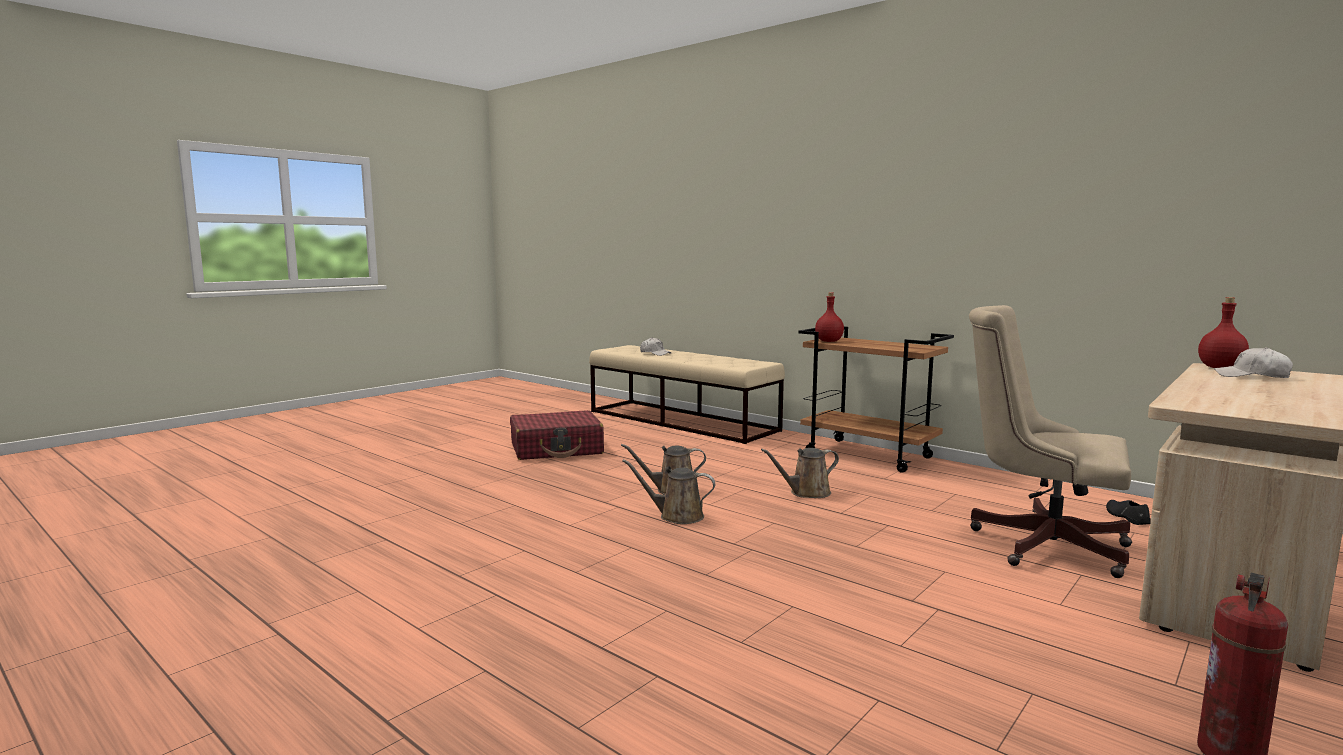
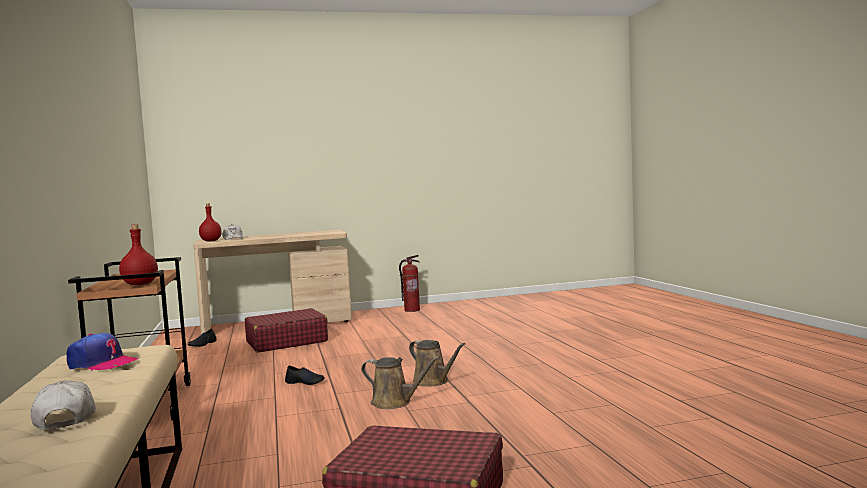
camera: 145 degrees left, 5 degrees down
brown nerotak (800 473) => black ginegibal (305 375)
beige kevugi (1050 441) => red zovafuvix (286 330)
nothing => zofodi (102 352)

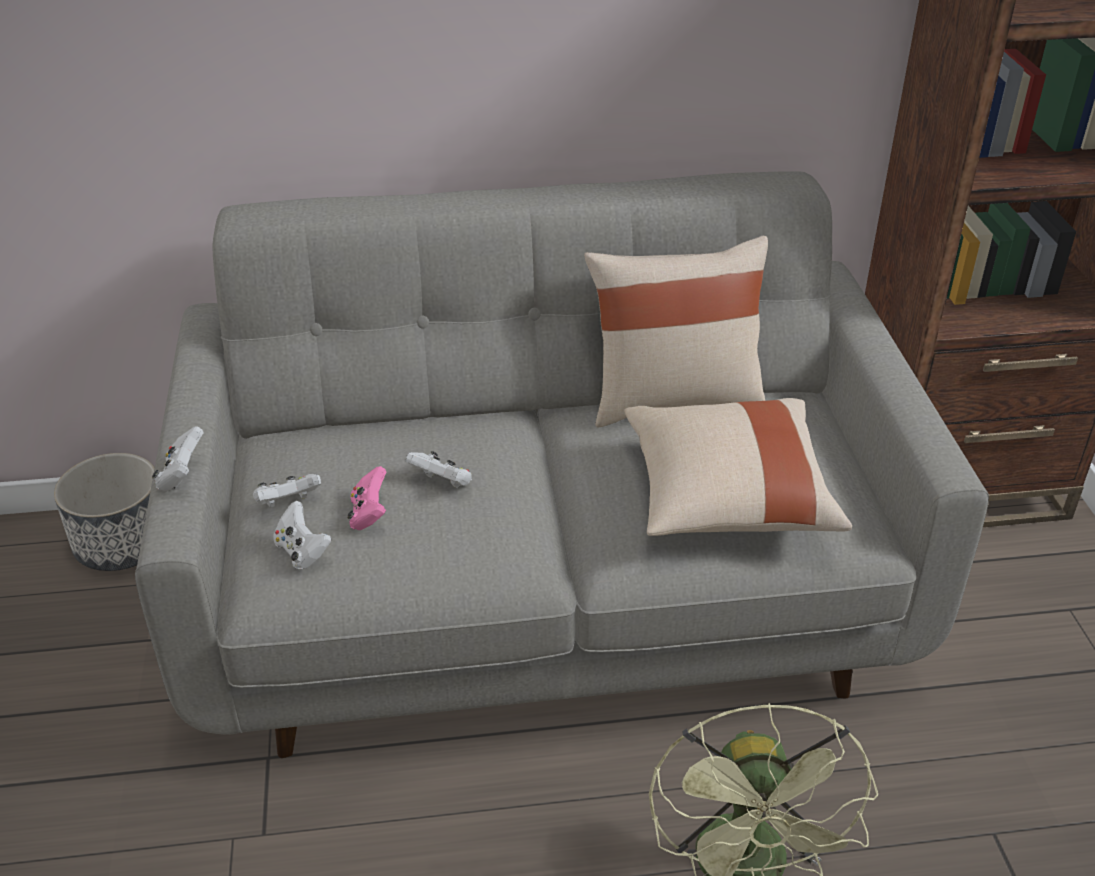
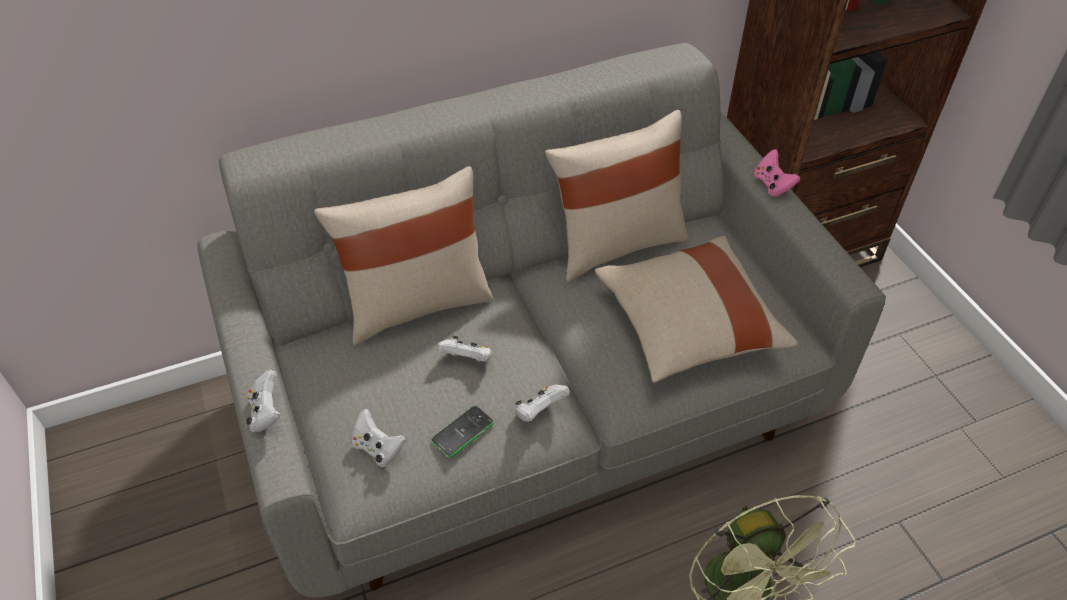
camera: 15 degrees left, 10 degrees up
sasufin (104 512) => nothing
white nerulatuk (287 491) => white nerulatuk (542 403), moved
pink nerulatuk (367 498) => pink nerulatuk (777 173), moved
nothing => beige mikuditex (404 255)
nothing => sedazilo (462 431)

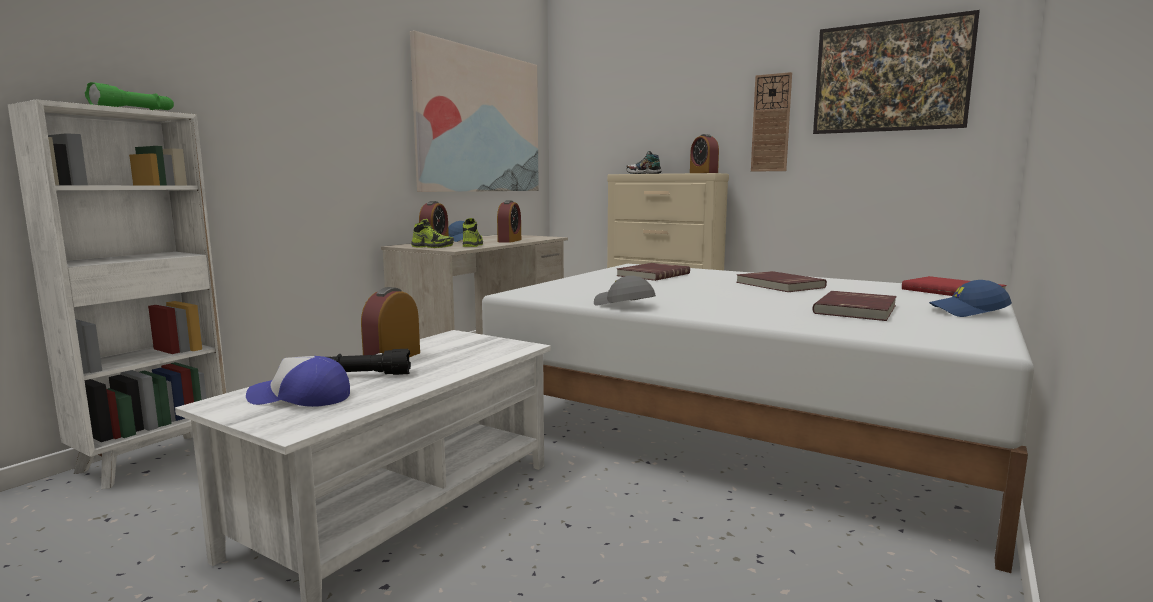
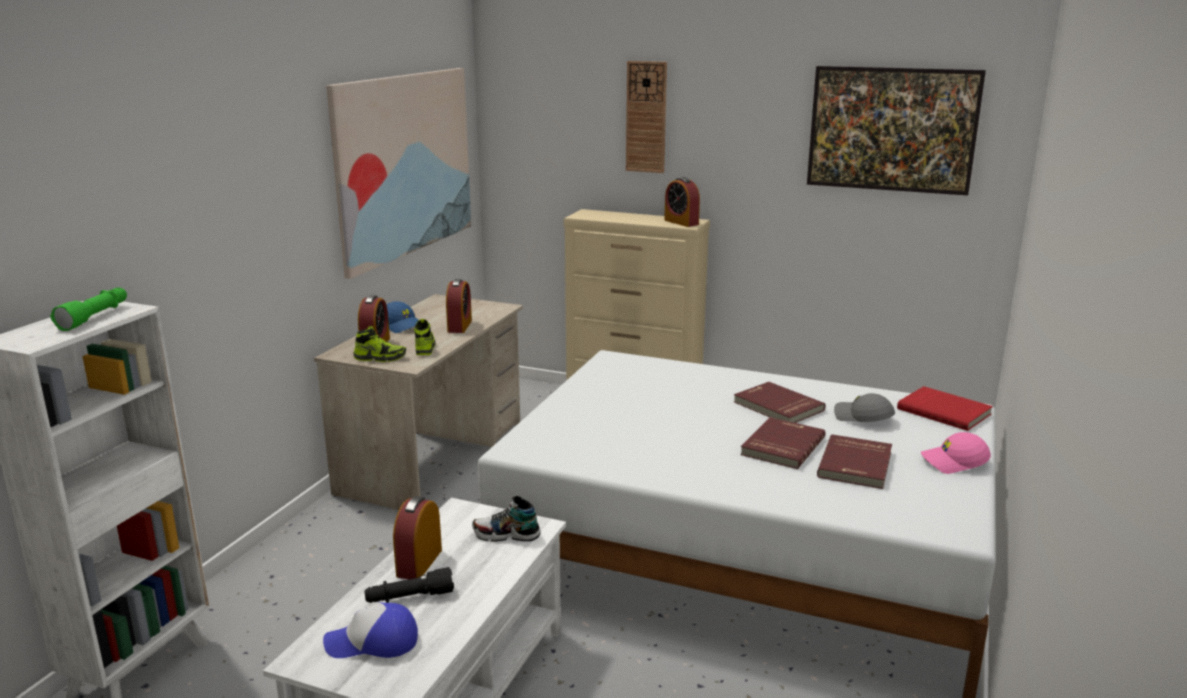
camera: 10 degrees left, 10 degrees up
grey zofodi (625 290) => grey zofodi (864 407), moved
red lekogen (653 272) => red lekogen (783 443), moved
ginegibal (644 162) => ginegibal (506 519), moved
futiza (771 122) => futiza (646 117), moved
blue zofodi (970 298) => pink zofodi (956 453)

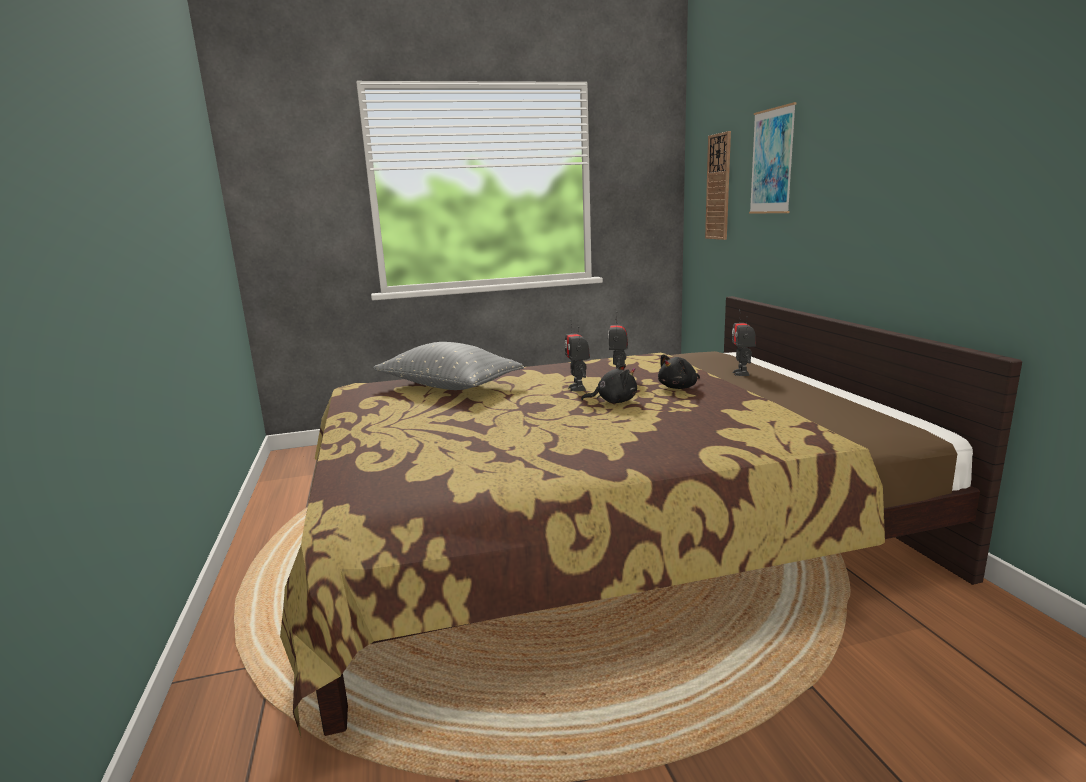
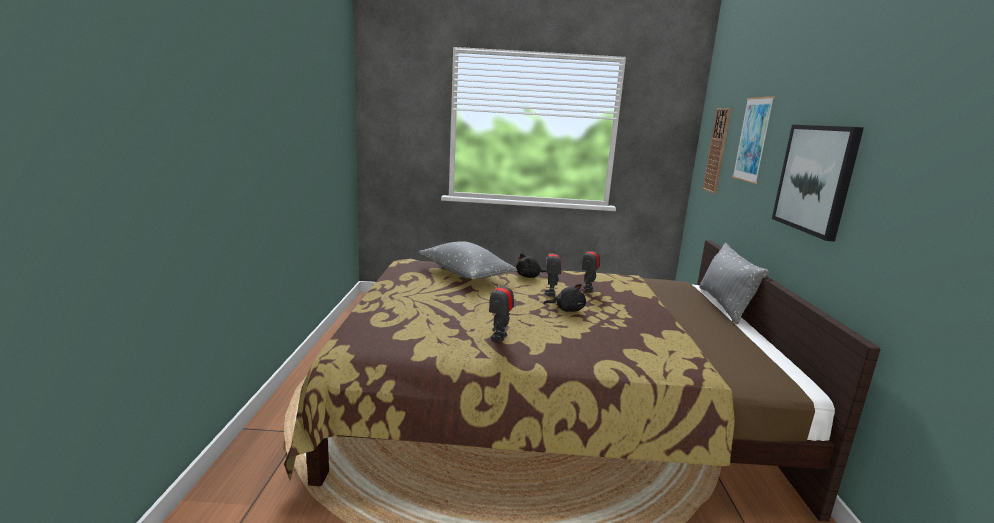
camera: 15 degrees right, 0 degrees up
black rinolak (679 371) => black rinolak (531 265), moved
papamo (744 343) => papamo (501 308), moved
nothing => grey mikuditex (734 283)
nothing => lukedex (818 183)

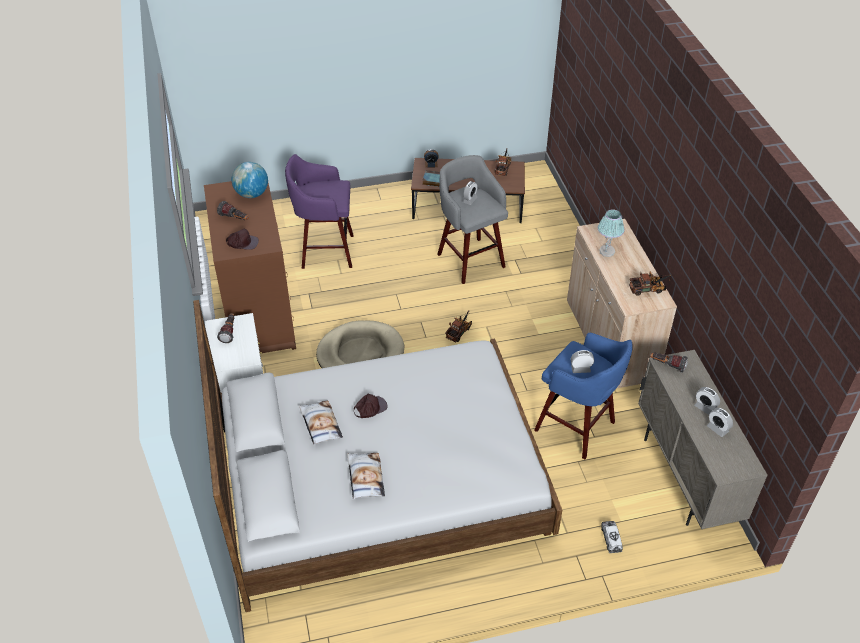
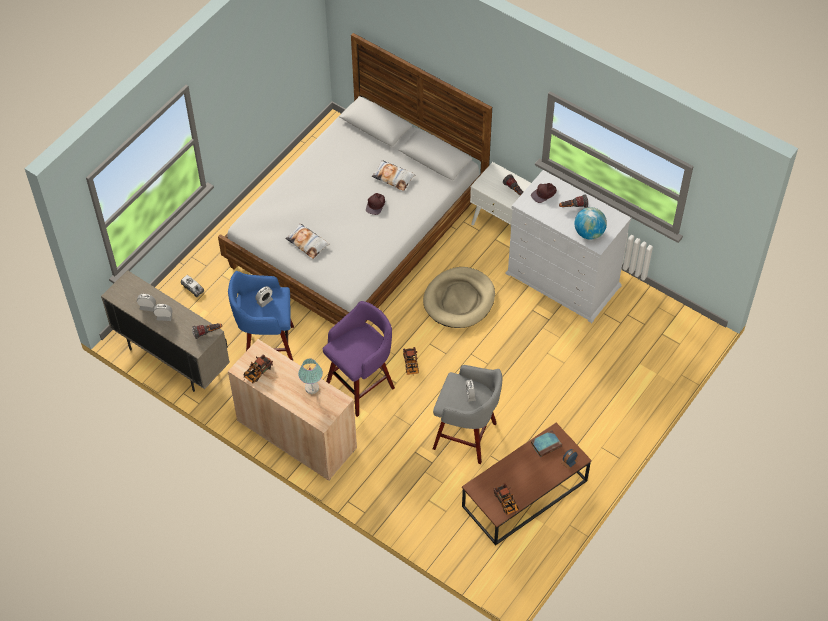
camera: 140 degrees right, 10 degrees up
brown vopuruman (250 267) => white vopuruman (568 246)
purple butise (319 211) => purple butise (359 359), moved
mikuditex (366 476) => mikuditex (307 241), moved

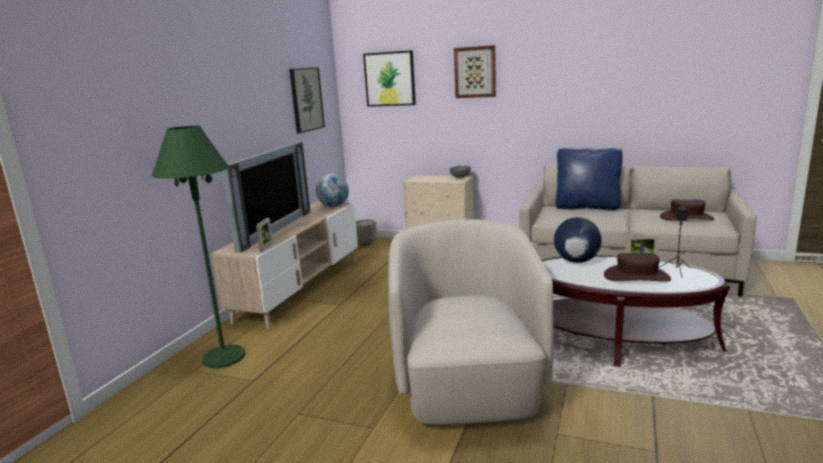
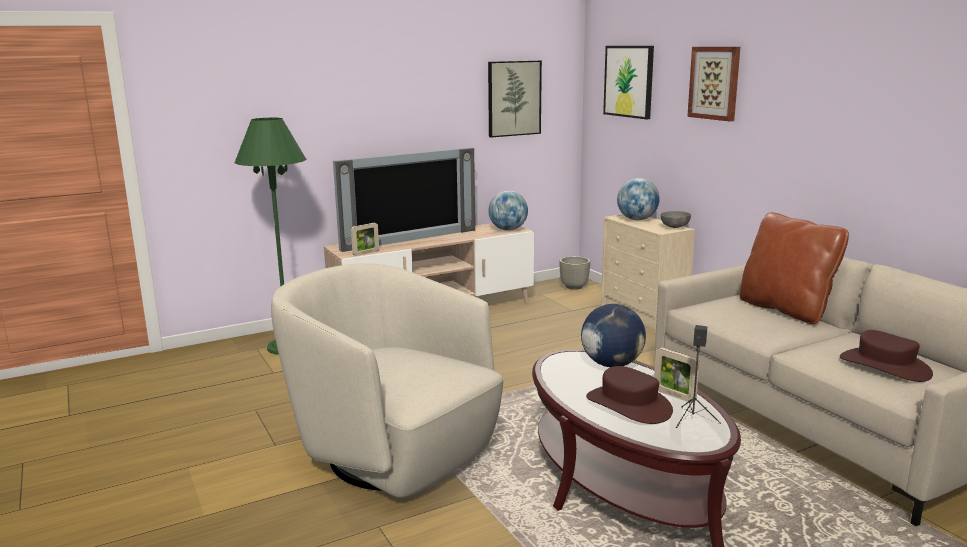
camera: 40 degrees right, 0 degrees up
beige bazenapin (471 322) => beige bazenapin (387 380), 90 degrees counterclockwise
blue mikuditex (589 179) => brown mikuditex (794 268)
nothing => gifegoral (638 199)

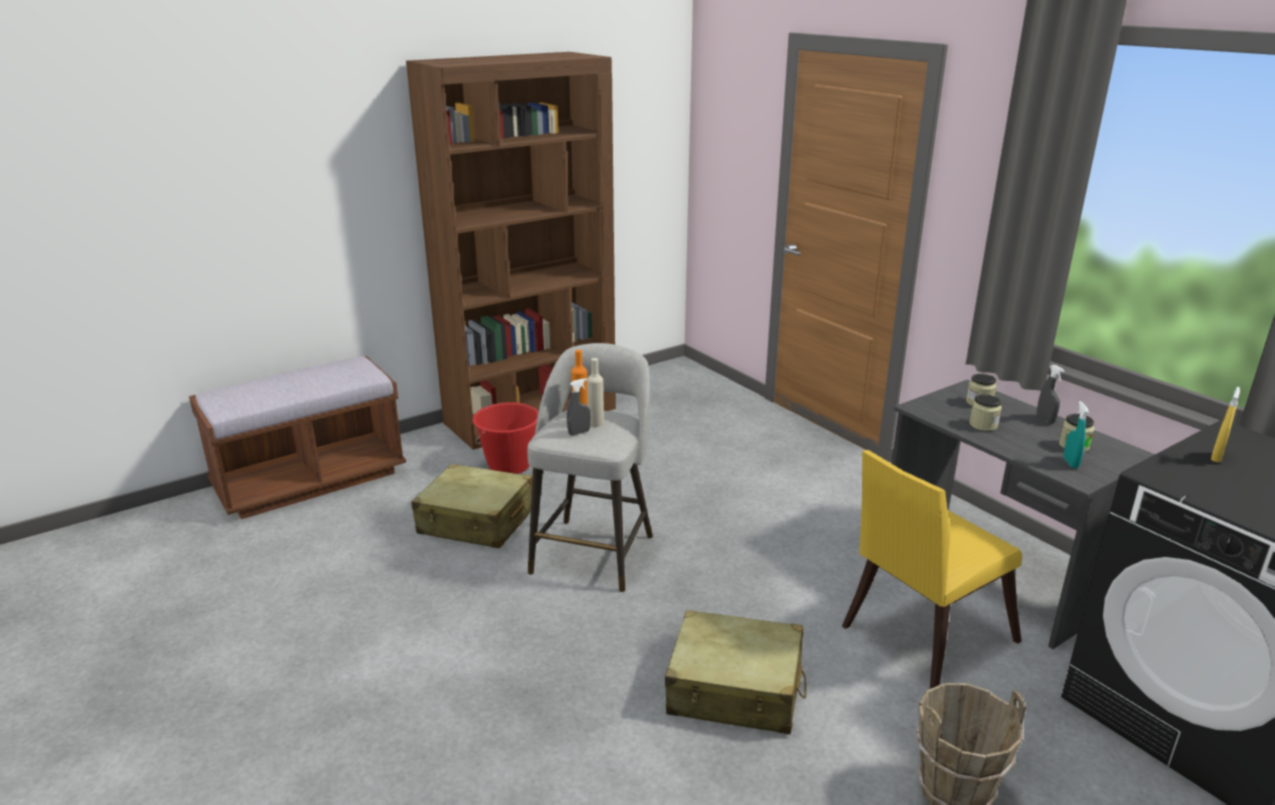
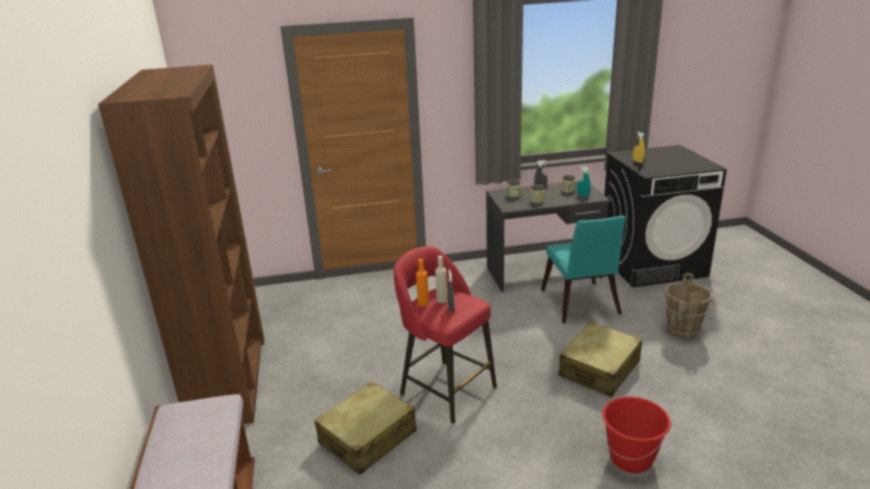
camera: 65 degrees left, 0 degrees up
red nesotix (505 438) => red nesotix (636 434), moved
grey butise (590 467) => red butise (445 334)
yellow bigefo (932 569) => turquoise bigefo (583 270)

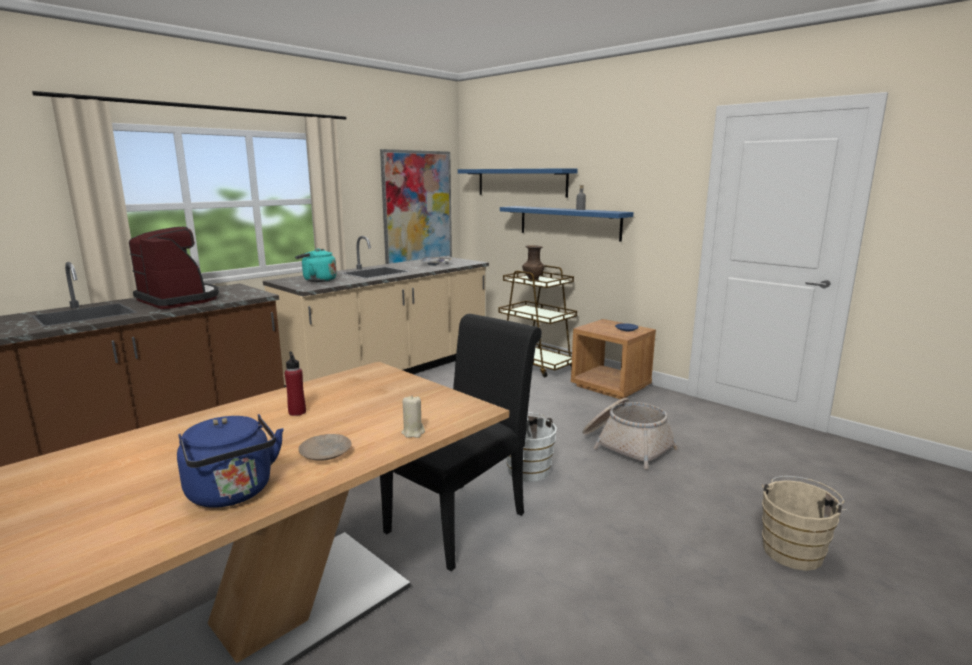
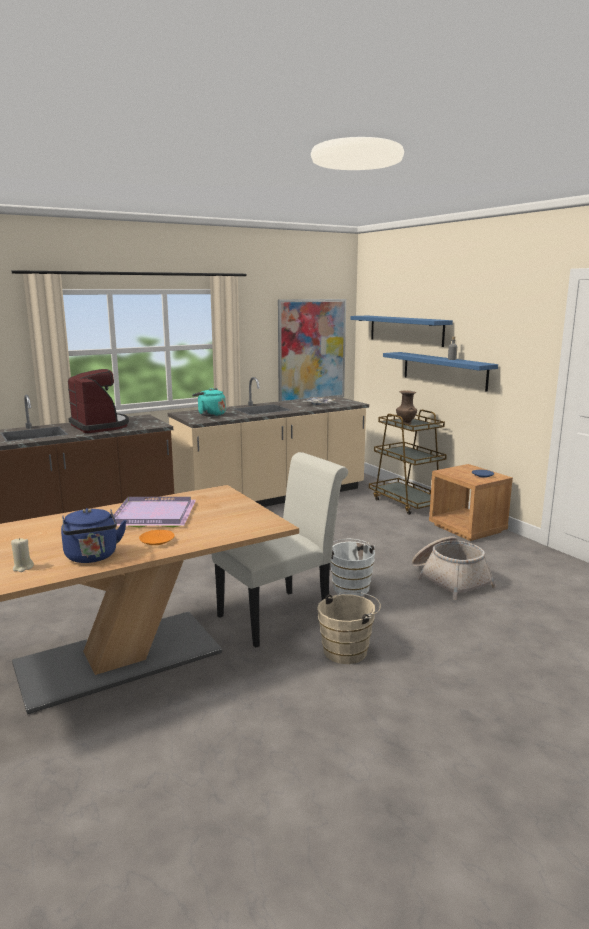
camera: 15 degrees right, 0 degrees up
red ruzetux (295 384) => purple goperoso (154 512)
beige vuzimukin (324 447) => orange vuzimukin (157 537)
black bigefo (461 442) => white bigefo (279 550)
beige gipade (413 417) => beige gipade (22 555), moved
beige nesotix (805 523) => beige nesotix (349 627), moved

